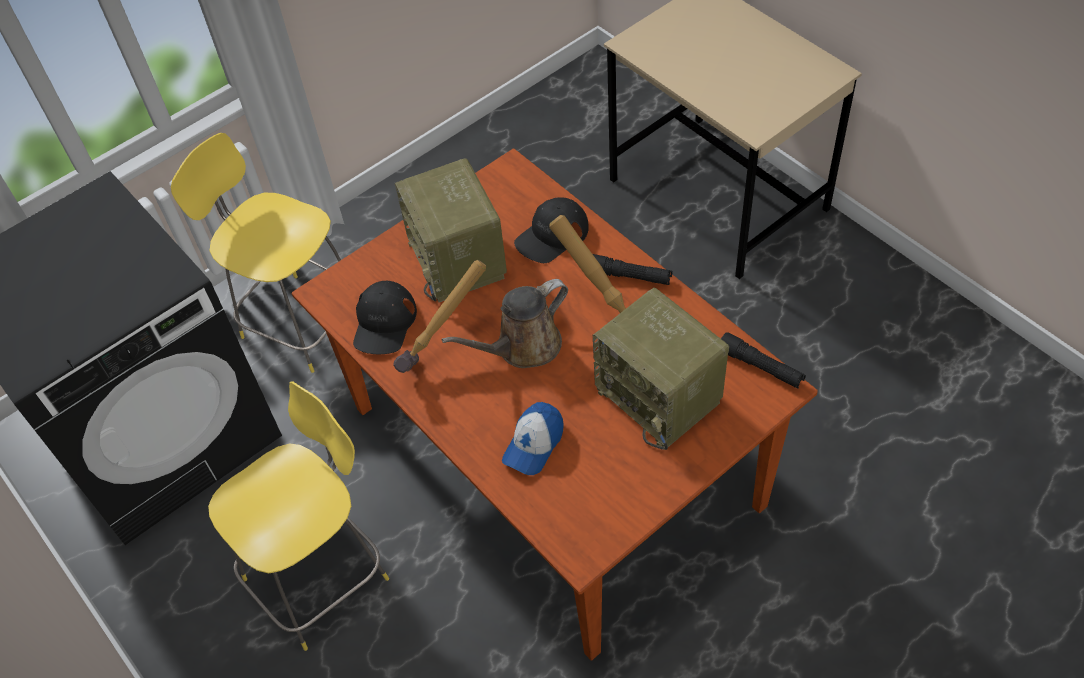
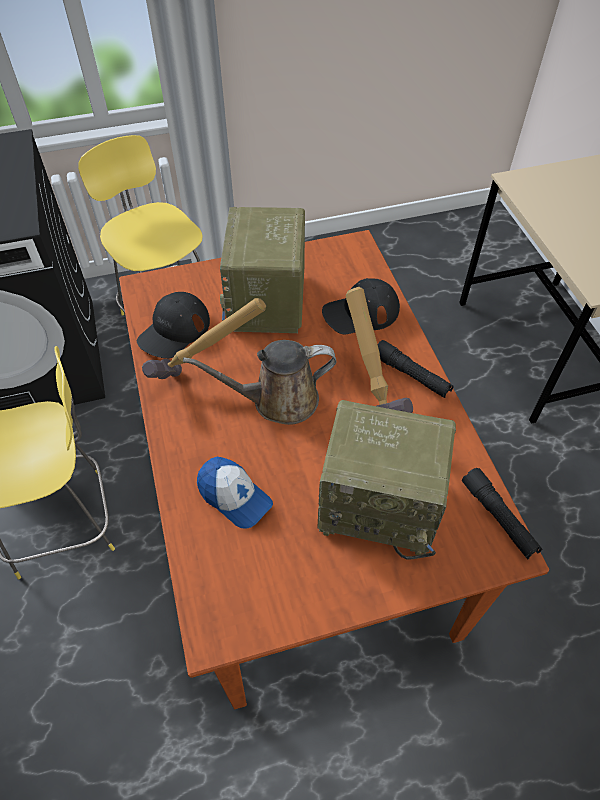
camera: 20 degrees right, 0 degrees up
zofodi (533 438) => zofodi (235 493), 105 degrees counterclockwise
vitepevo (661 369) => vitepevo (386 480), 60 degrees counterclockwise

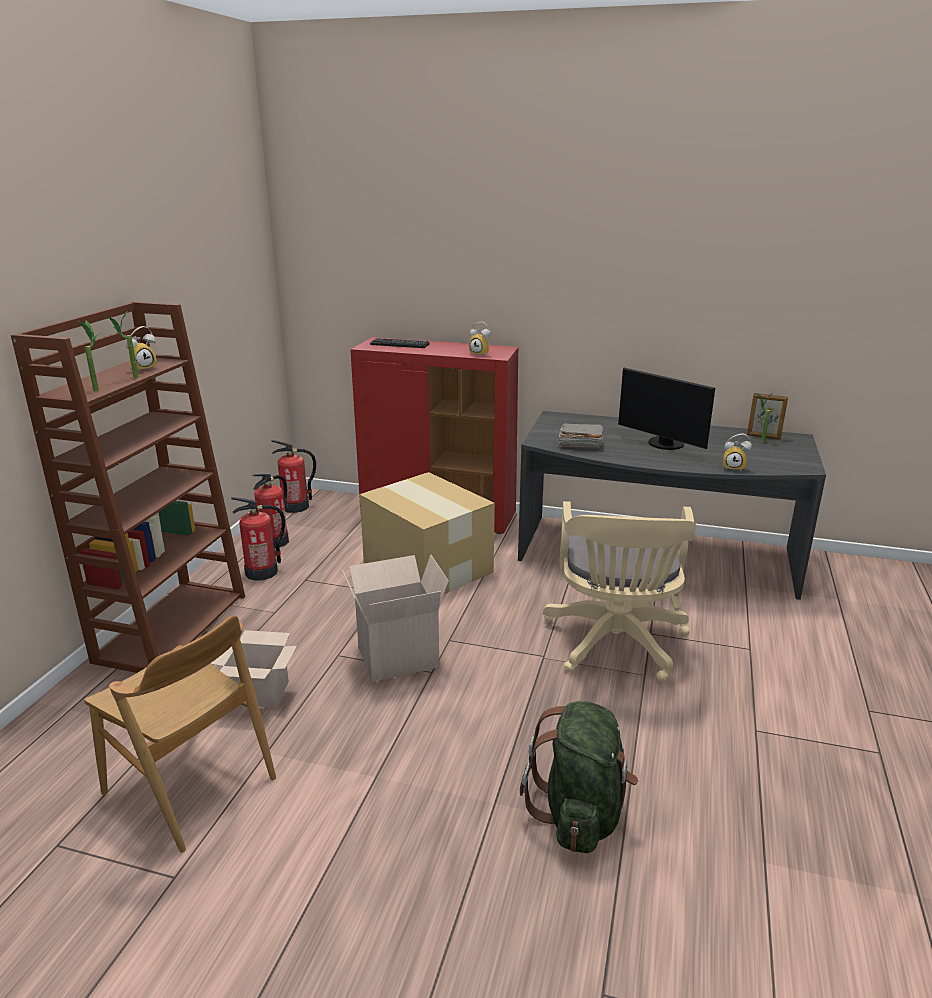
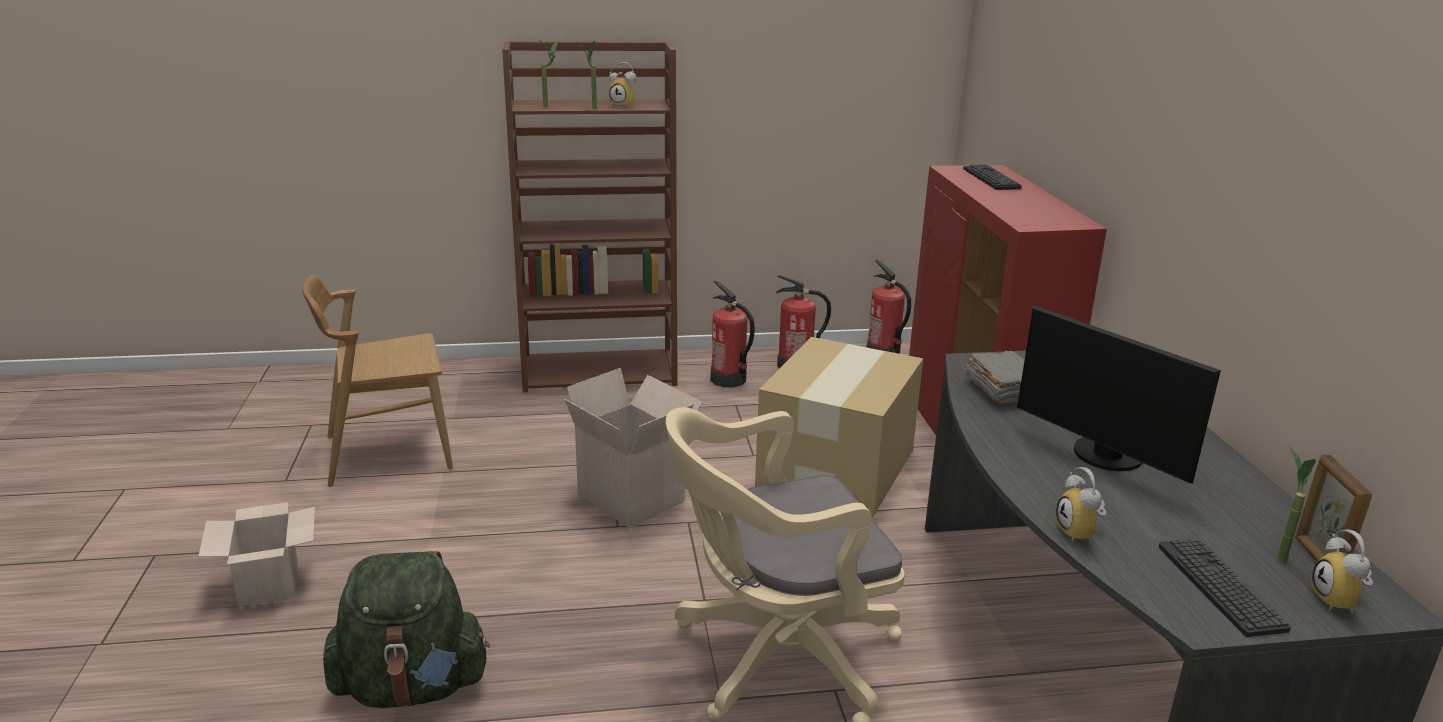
camera: 65 degrees right, 0 degrees up
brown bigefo (180 734) => brown bigefo (377 381), 60 degrees clockwise
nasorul (253 669) => nasorul (256 554), moved
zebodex (480 339) => zebodex (1342 572), moved
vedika (666 408) => vedika (1119 394), 60 degrees counterclockwise
nothing => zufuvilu (1224 587)

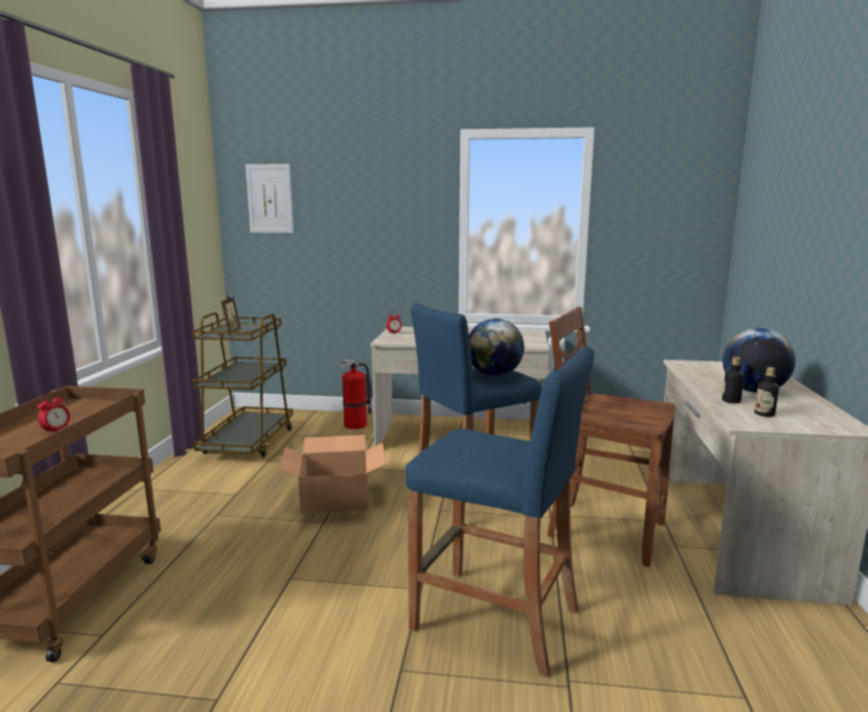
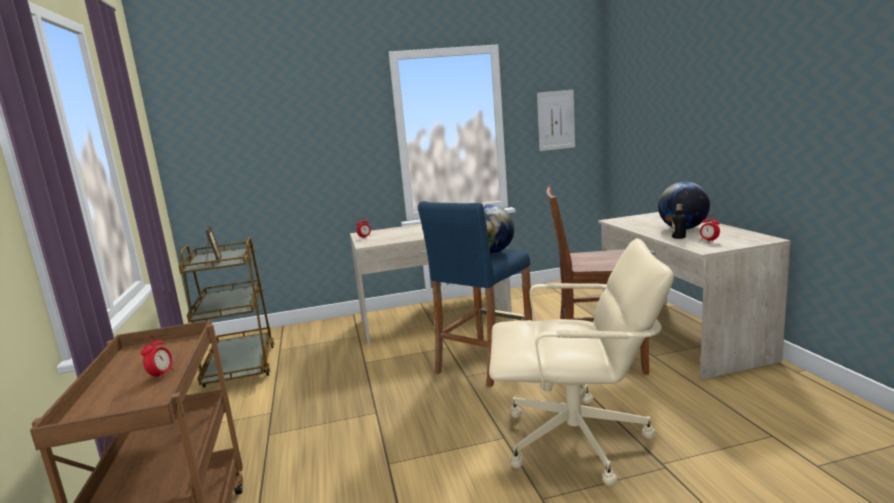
camera: 20 degrees left, 0 degrees up
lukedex (269 198) => lukedex (556 120), moved
nasorul (333 474) => nothing
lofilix (356 394) => nothing
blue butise (500 511) => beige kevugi (581 362)
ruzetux (767 392) => zebodex (710 229)

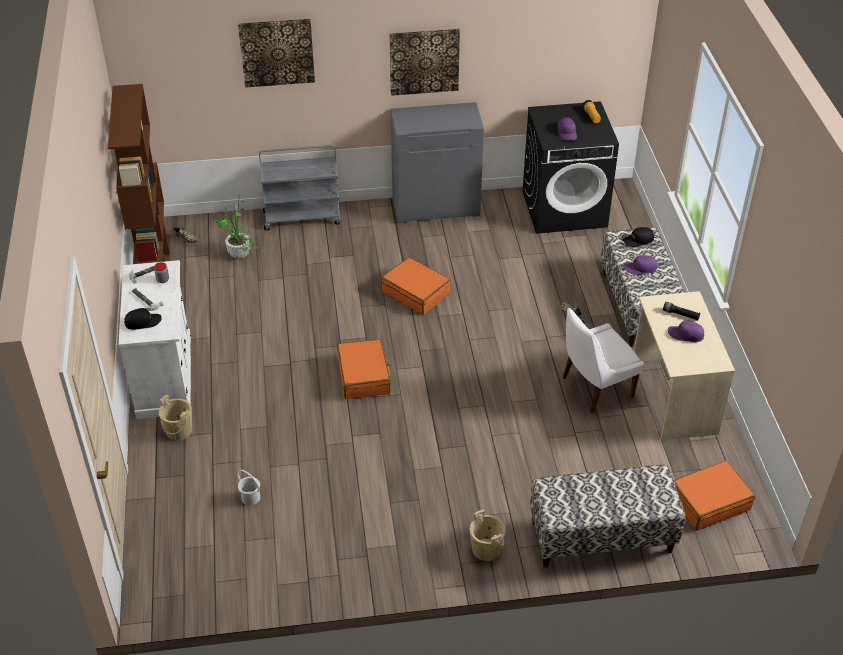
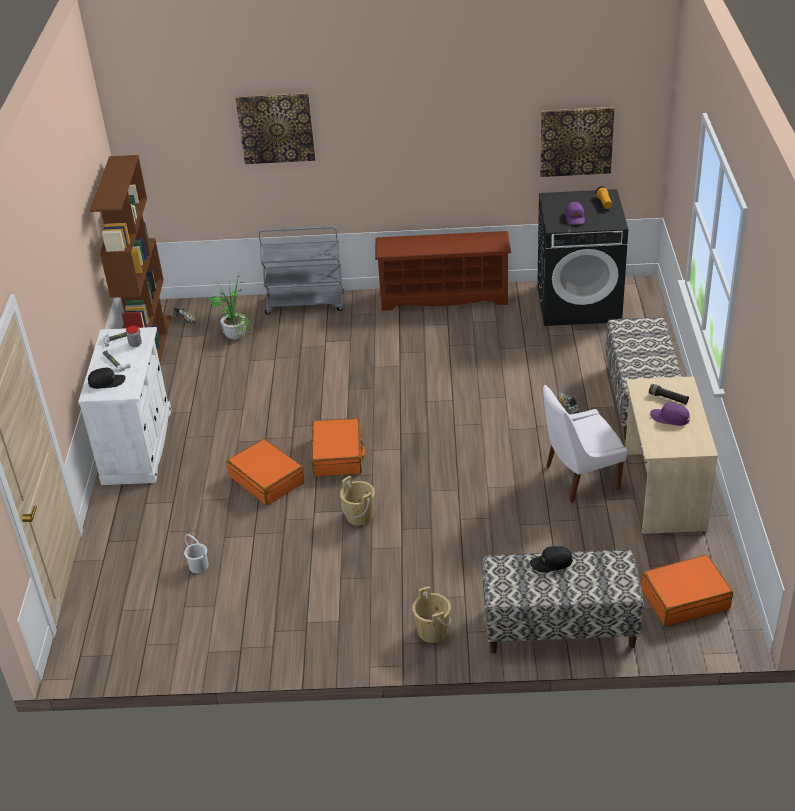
camera: 10 degrees right, 5 degrees down
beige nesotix (175 417) => beige nesotix (357 501), moved
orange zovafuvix (416 286) => orange zovafuvix (265 472), moved
lukedex (424 62) => lukedex (577 142), moved
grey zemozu (437 162) => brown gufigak (443 271)
black zofodi (638 237) => black zofodi (551 559), moved
purple zofodi (641 265) => nothing

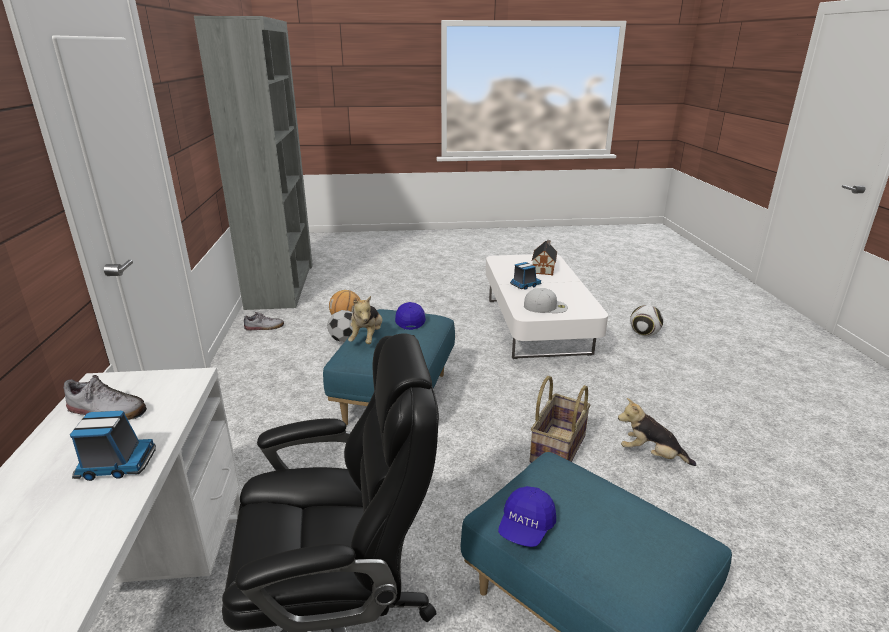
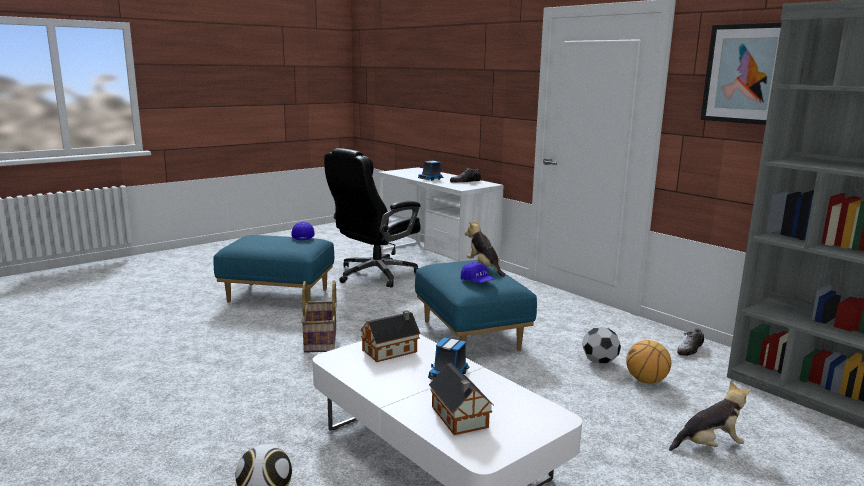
camera: 145 degrees right, 10 degrees down
white zofodi (546 300) => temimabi (390 336)
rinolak (657 432) => rinolak (710 416), moved
nothing => lukedex (741 73)

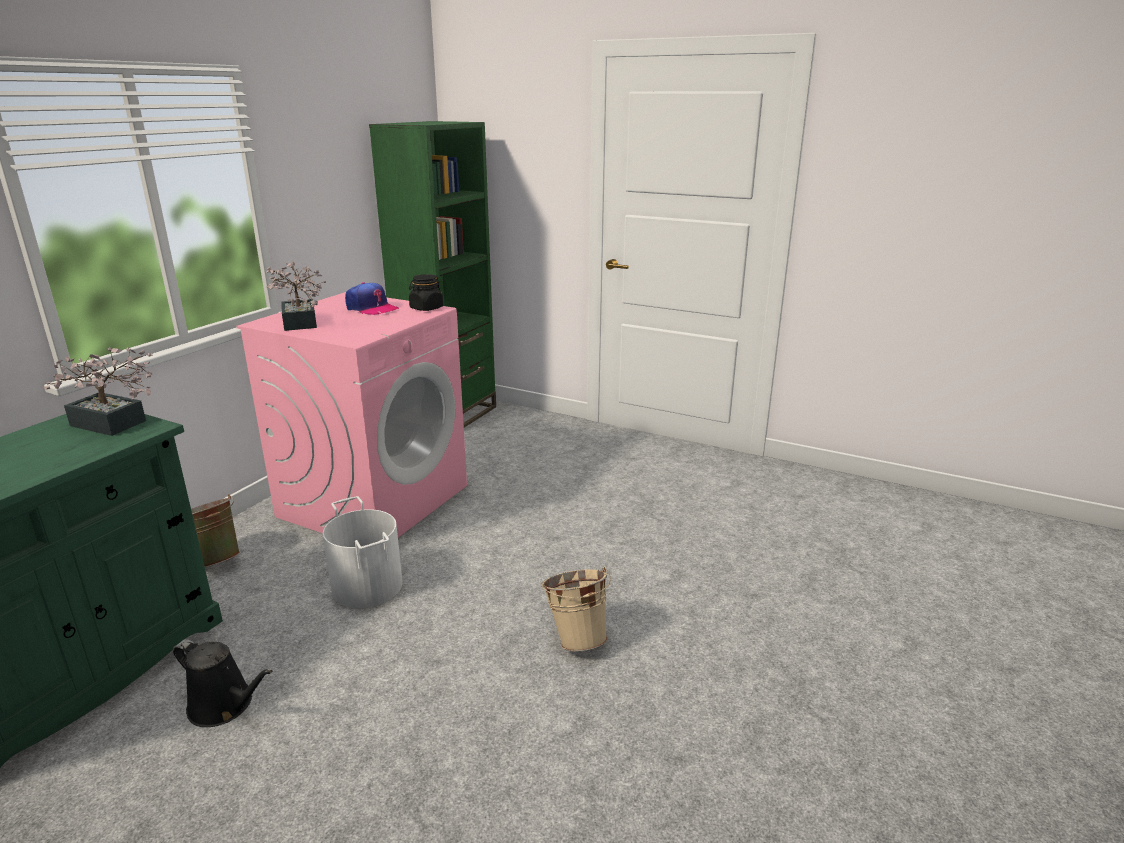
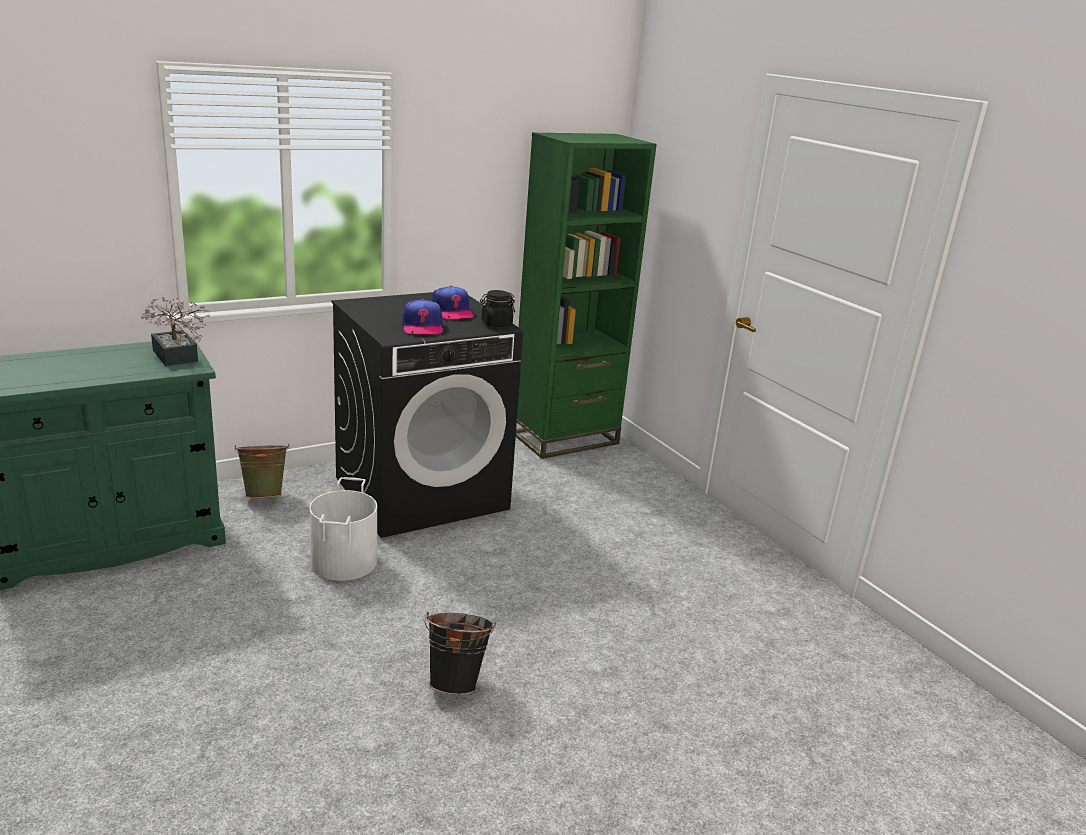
camera: 30 degrees right, 0 degrees up
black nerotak (222 683) => nothing
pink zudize (351 415) => black zudize (427 415)
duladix (296 296) => nothing
beige nesotix (576 609) => black nesotix (460 653)
nothing => zofodi (422 316)

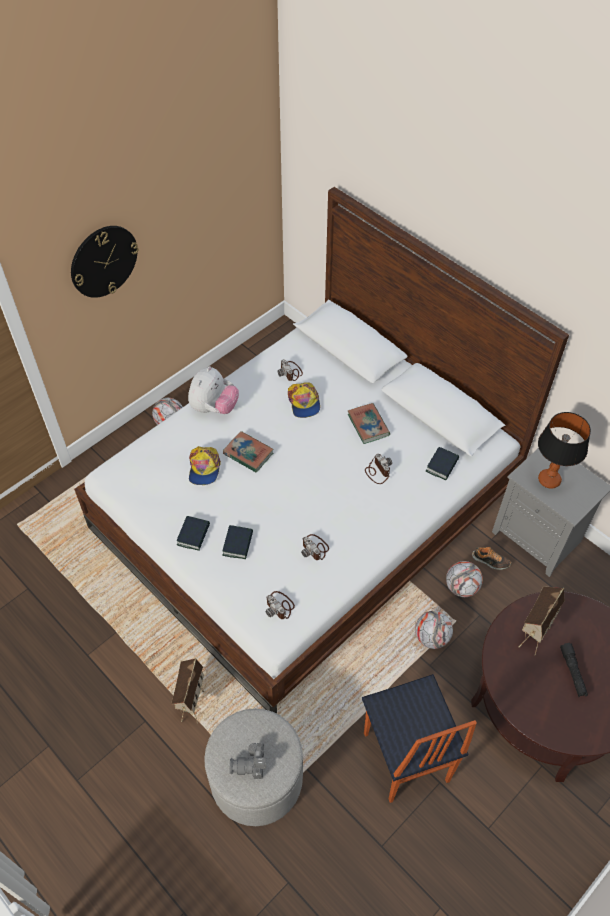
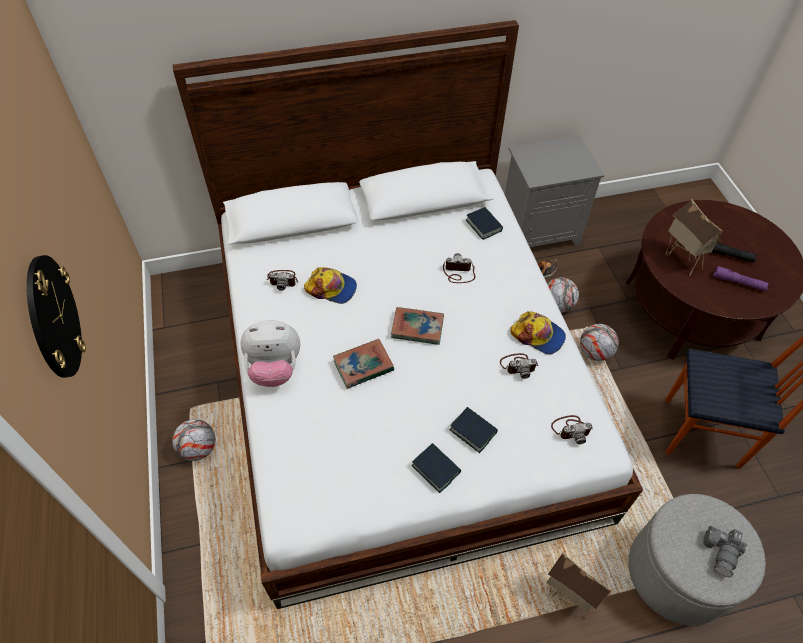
camera: 60 degrees left, 0 degrees up
rinolak (213 390) => rinolak (270 353), 120 degrees clockwise
zofodi (205 465) => zofodi (538 333), moved
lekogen (369 423) => lekogen (417 326), moved
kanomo (564 450) => nothing
nothing => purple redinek (741 279)

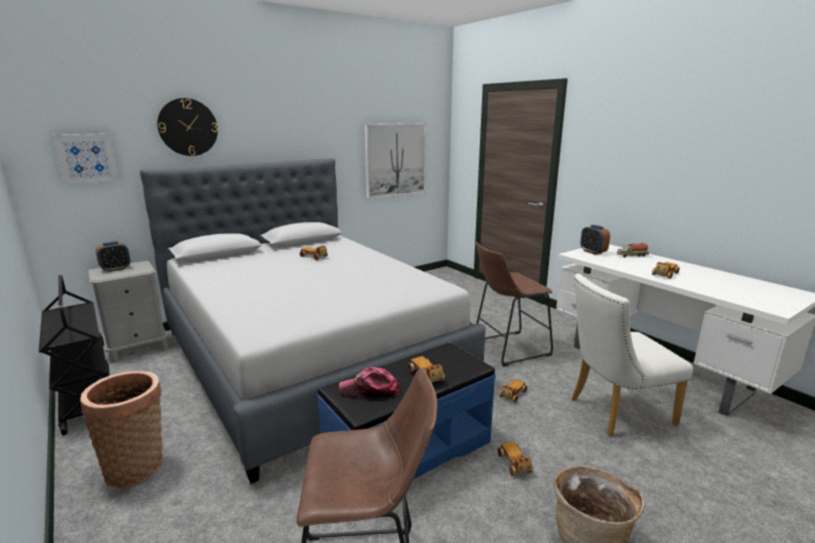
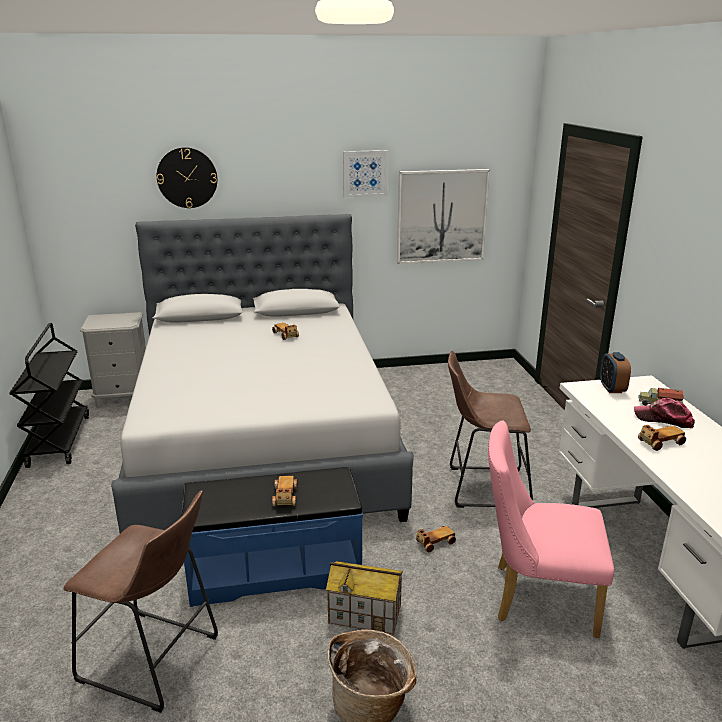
camera: 25 degrees right, 5 degrees up
lukedex (86 159) => lukedex (365 173), moved
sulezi (121 429) => nothing
zebodex (113 256) => nothing
zofodi (369 382) => zofodi (664 413), moved
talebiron (515 459) => temimabi (364 598)
white bigefo (632 354) => pink bigefo (551 529)

